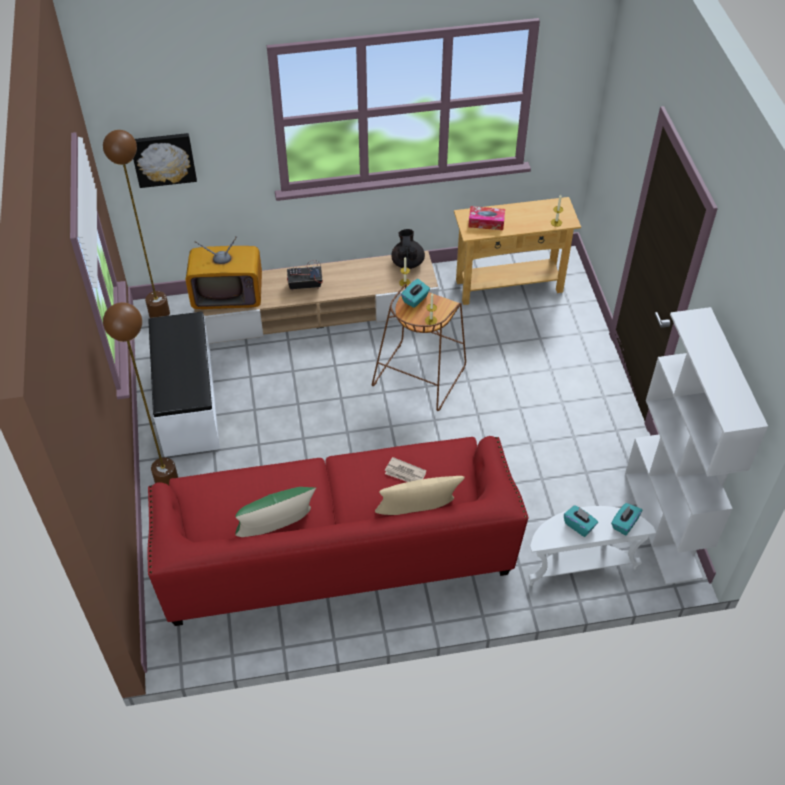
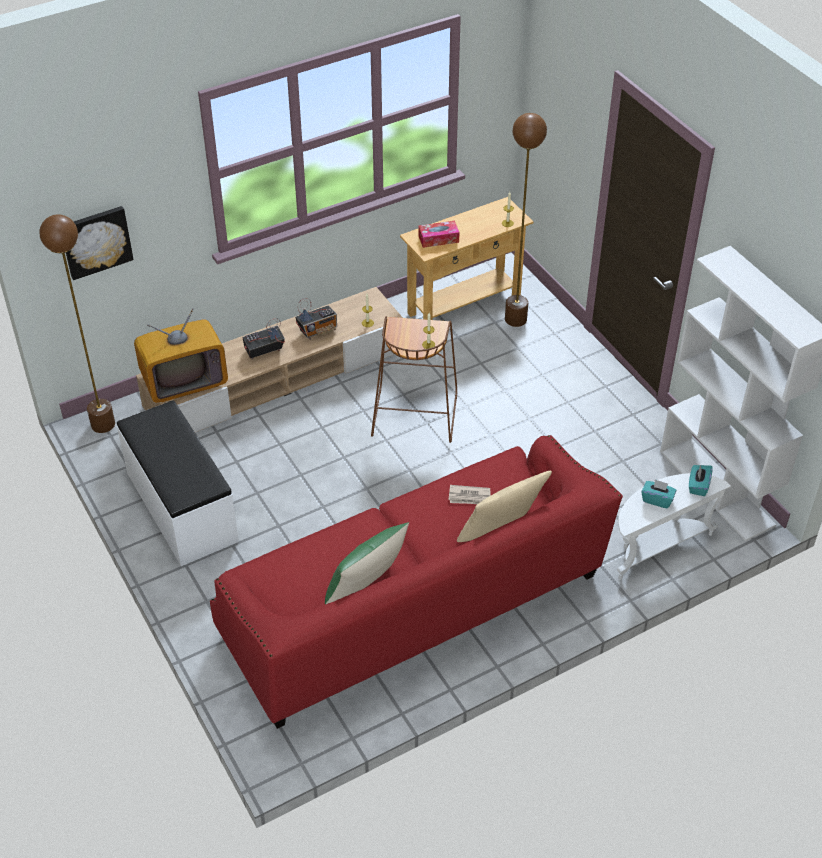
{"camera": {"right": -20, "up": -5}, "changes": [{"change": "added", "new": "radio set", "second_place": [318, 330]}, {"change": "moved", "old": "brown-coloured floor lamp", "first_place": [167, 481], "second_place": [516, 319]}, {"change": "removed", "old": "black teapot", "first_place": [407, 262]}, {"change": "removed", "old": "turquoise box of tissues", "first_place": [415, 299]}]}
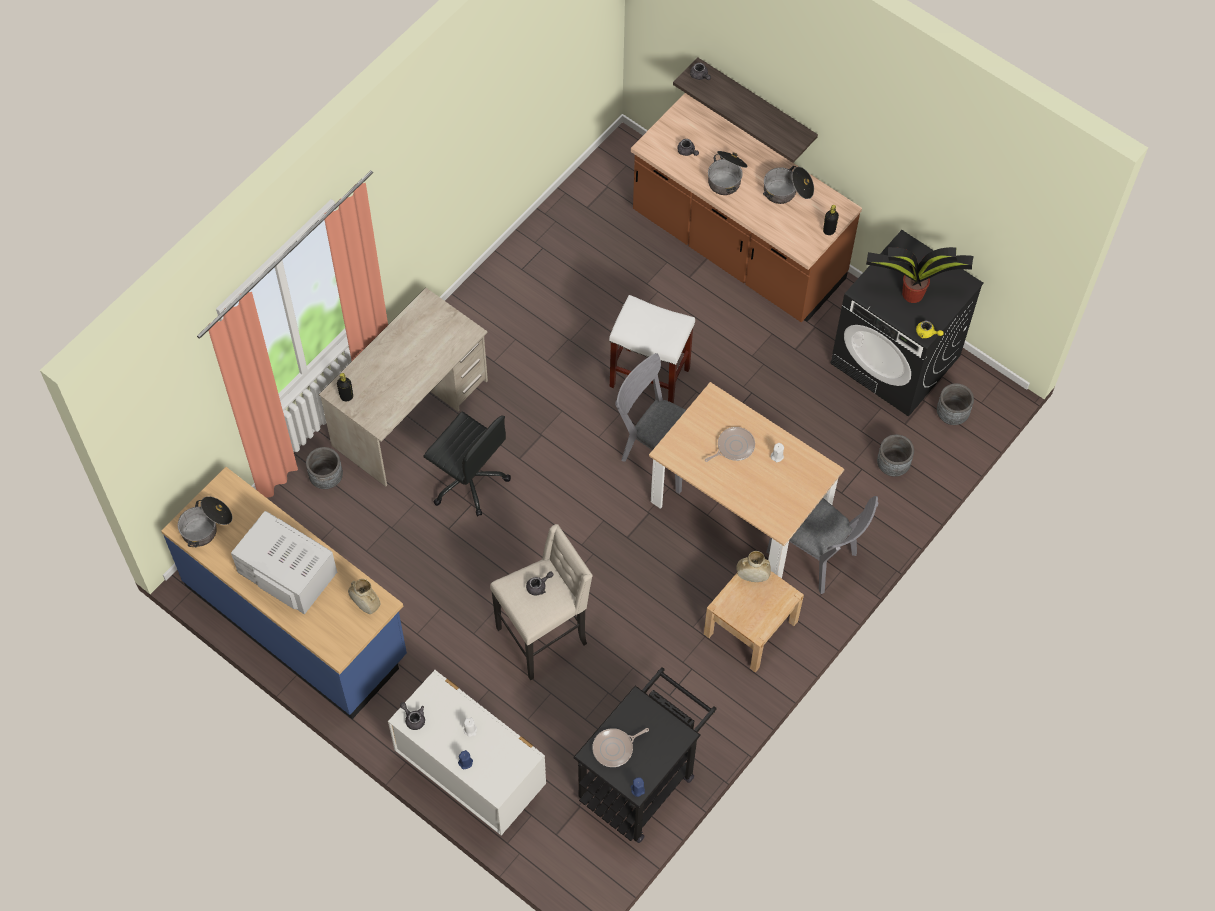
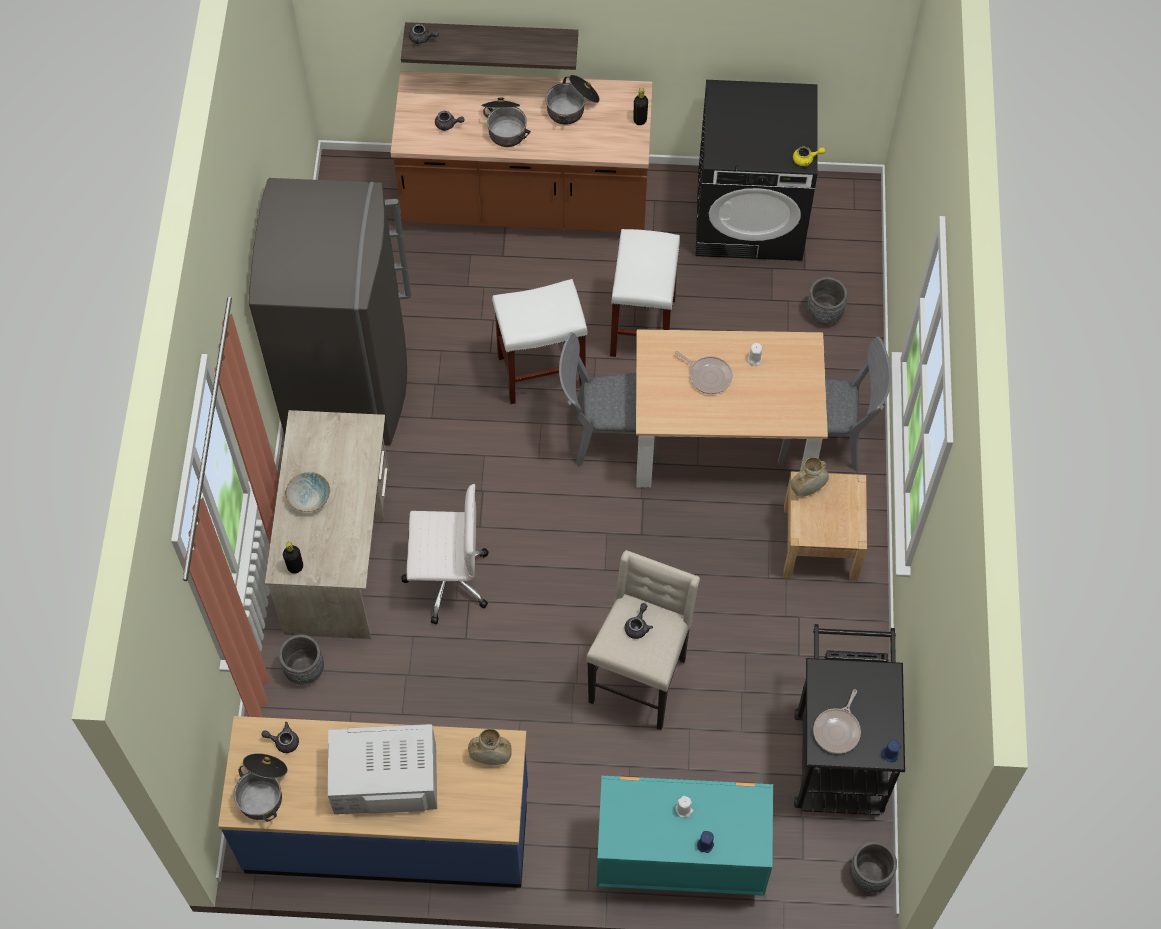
{"camera": {"right": -35, "up": 0}, "changes": [{"change": "added", "new": "gray fridge", "second_place": [348, 384]}, {"change": "moved", "old": "gray teapot", "first_place": [413, 718], "second_place": [283, 741]}, {"change": "added", "new": "bowl", "second_place": [310, 498]}, {"change": "recoloured", "old": "black desk chair", "new": "whitish desk chair", "first_place": [468, 480], "second_place": [447, 579]}, {"change": "recoloured", "old": "whitish chest of drawers", "new": "turquoise chest of drawers", "first_place": [470, 775], "second_place": [678, 860]}, {"change": "added", "new": "whitish stool", "second_place": [642, 326]}, {"change": "turned", "old": "skillet", "first_place": [733, 447], "second_place": [708, 376], "degrees": 105}, {"change": "moved", "old": "gray flower pot", "first_place": [951, 415], "second_place": [869, 875]}, {"change": "removed", "old": "houseplant", "first_place": [911, 293]}]}
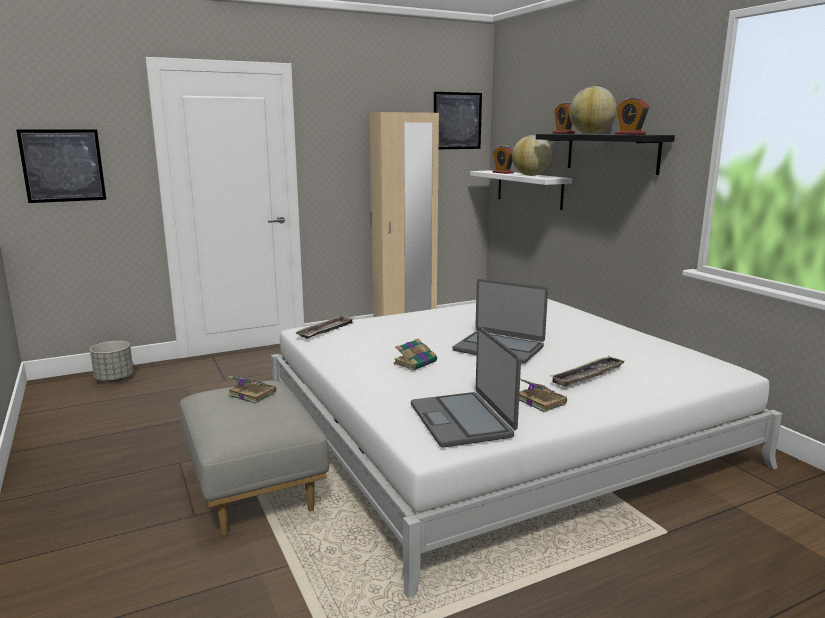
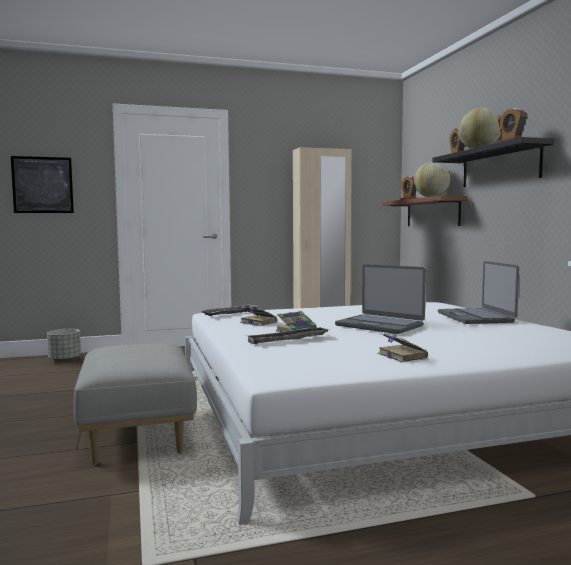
{"camera": {"right": 10, "up": -10}, "changes": [{"change": "moved", "old": "volume", "first_place": [251, 394], "second_place": [257, 322]}, {"change": "moved", "old": "carrying tray", "first_place": [588, 375], "second_place": [288, 339]}, {"change": "recoloured", "old": "whitish bracket shelf", "new": "brown-coloured bracket shelf", "first_place": [529, 189], "second_place": [432, 212]}, {"change": "moved", "old": "notebook computer", "first_place": [462, 420], "second_place": [476, 317]}, {"change": "removed", "old": "picture", "first_place": [457, 121]}]}
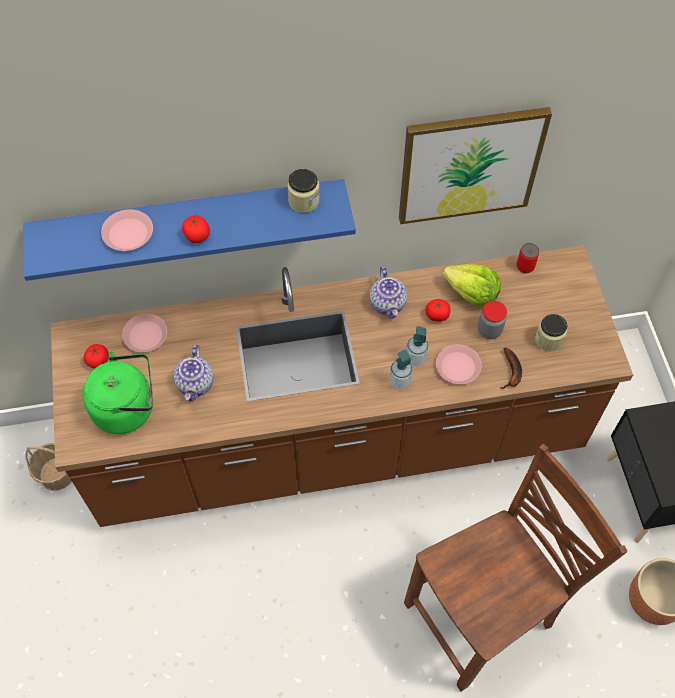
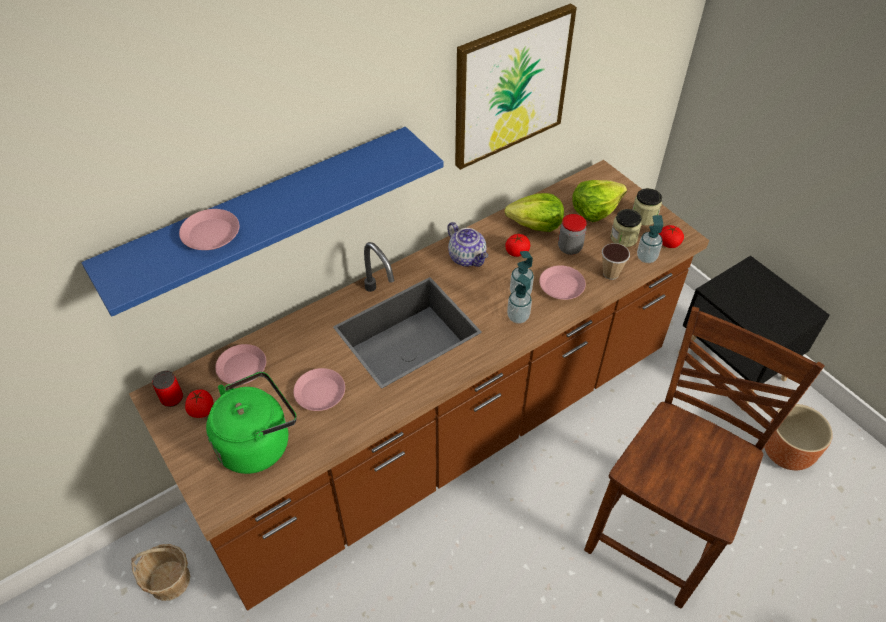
{"camera": {"right": -25, "up": -10}, "changes": [{"change": "moved", "old": "can", "first_place": [525, 266], "second_place": [172, 398]}, {"change": "replaced", "old": "teapot", "new": "pink dinner plate", "first_place": [196, 384], "second_place": [320, 392]}, {"change": "added", "new": "lettuce", "second_place": [595, 209]}, {"change": "replaced", "old": "whole banana", "new": "small cup", "first_place": [512, 372], "second_place": [610, 273]}, {"change": "moved", "old": "jar", "first_place": [304, 201], "second_place": [644, 217]}, {"change": "added", "new": "soap dispenser", "second_place": [646, 257]}, {"change": "moved", "old": "fresh tomato", "first_place": [197, 236], "second_place": [668, 243]}]}
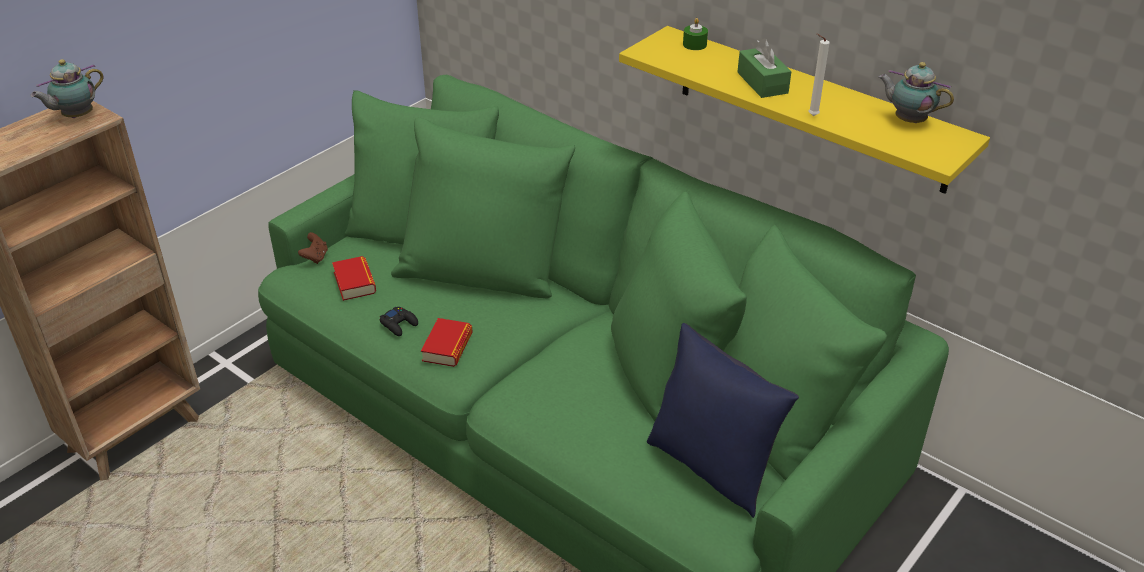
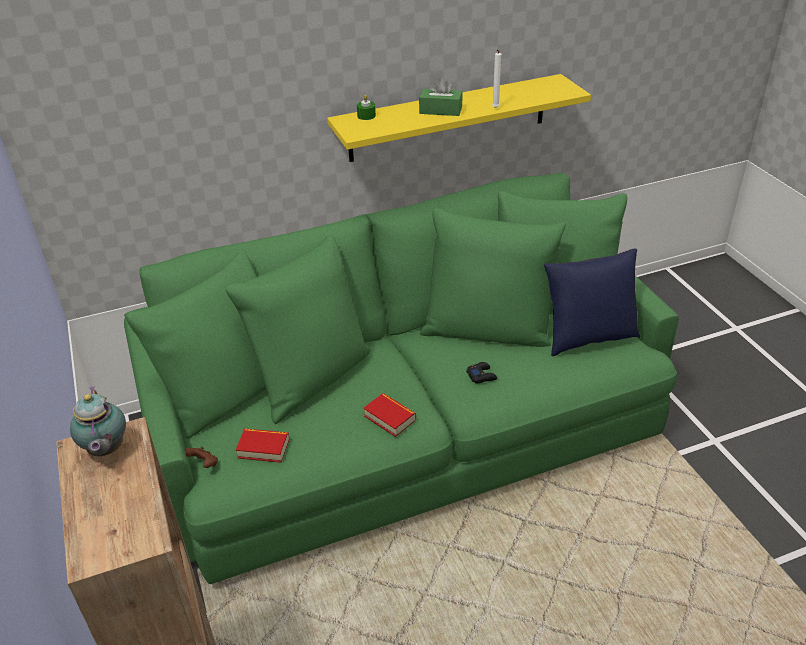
{"camera": {"right": -60, "up": 0}, "changes": [{"change": "moved", "old": "black game controller", "first_place": [399, 324], "second_place": [481, 376]}, {"change": "removed", "old": "teapot", "first_place": [907, 120]}]}
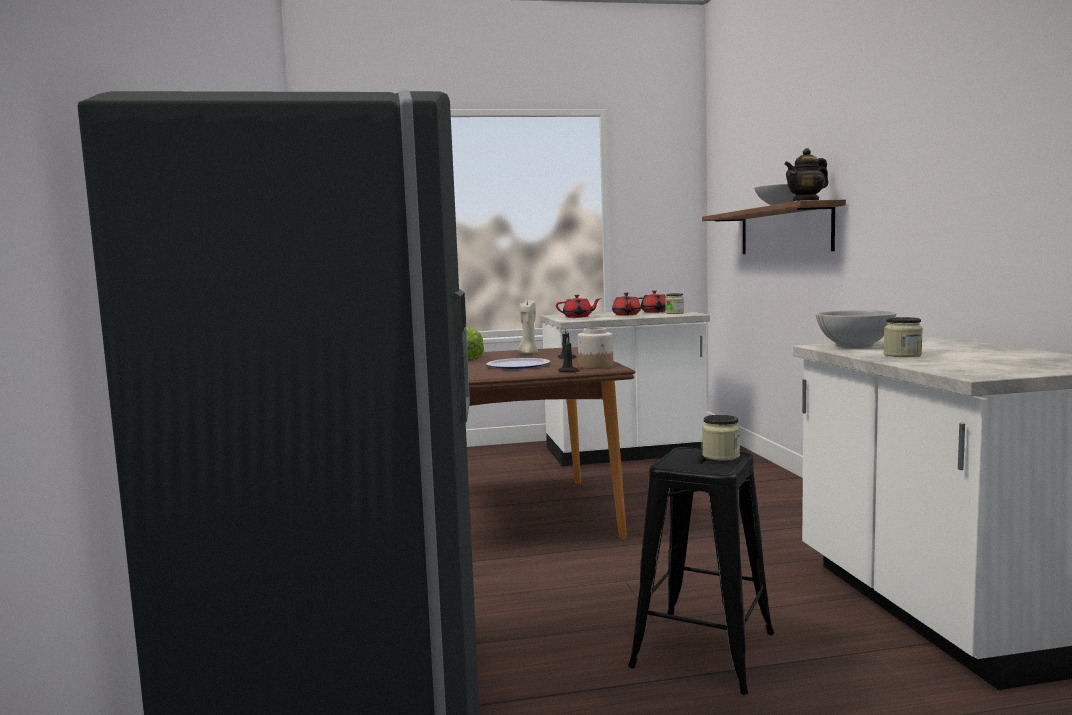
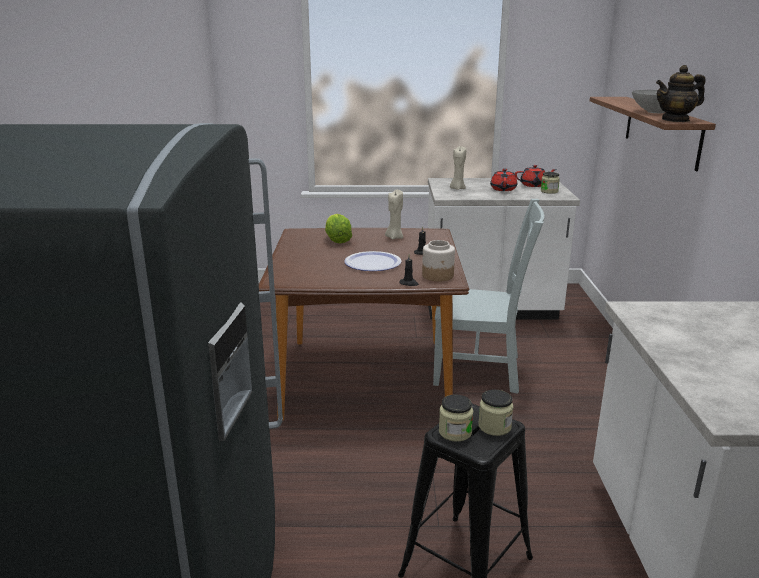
{"camera": {"right": 10, "up": 15}, "changes": [{"change": "added", "new": "gray chair", "second_place": [481, 371]}, {"change": "moved", "old": "jar", "first_place": [902, 355], "second_place": [455, 432]}, {"change": "replaced", "old": "reddish teapot", "new": "beige wax candle", "first_place": [578, 317], "second_place": [457, 188]}, {"change": "removed", "old": "whitish bowl", "first_place": [855, 346]}]}
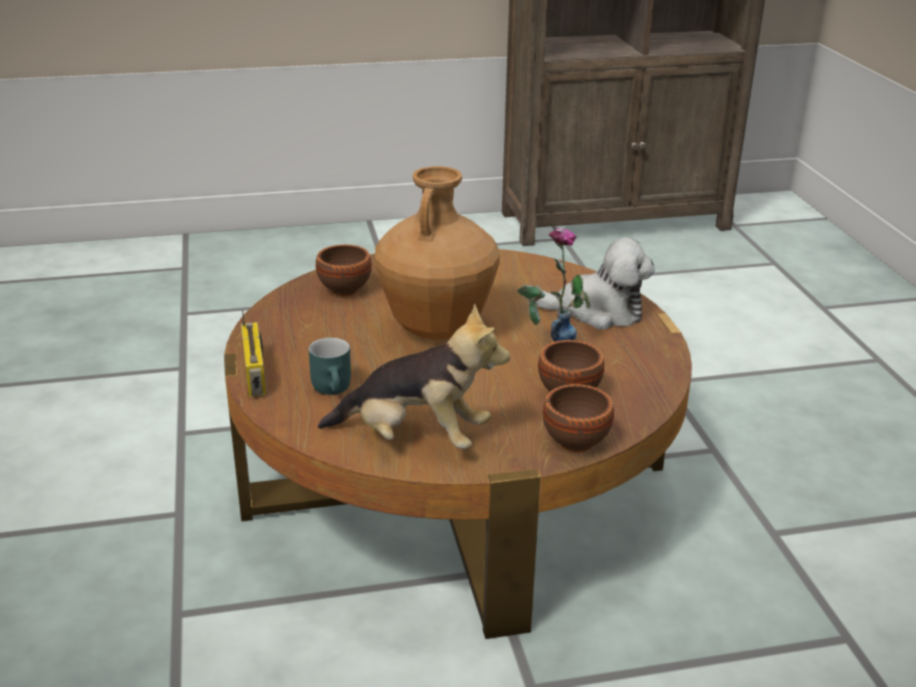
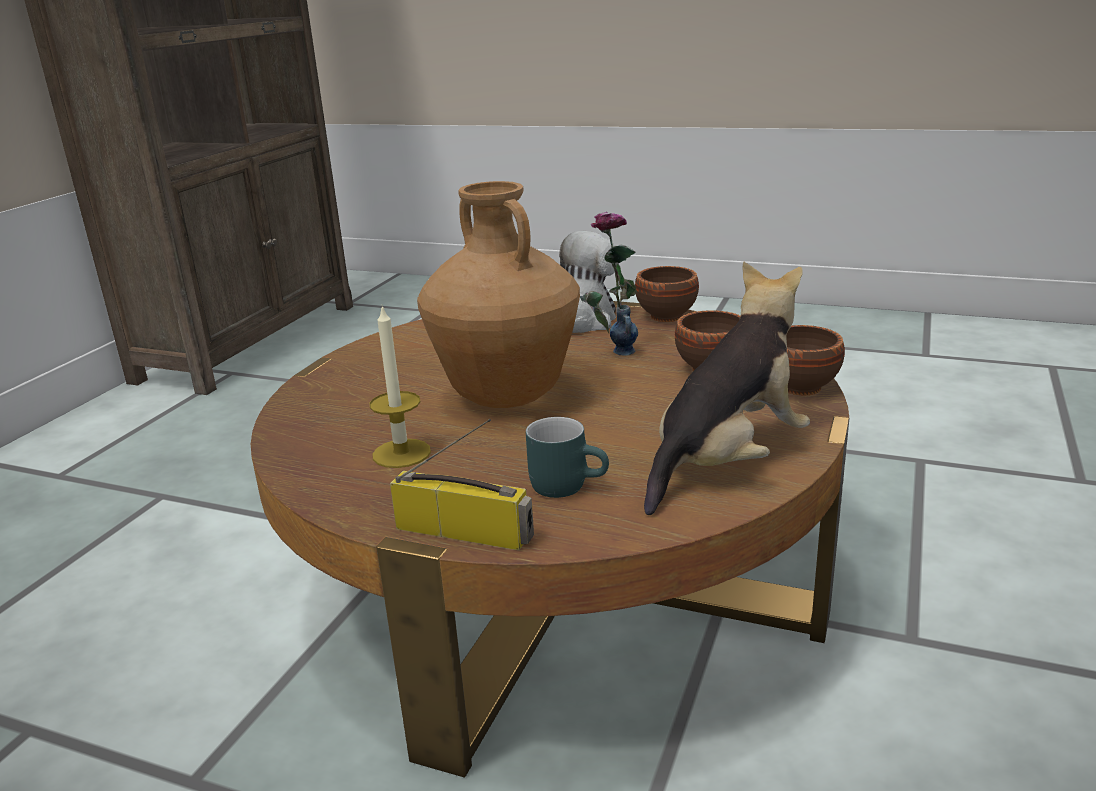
{"camera": {"right": -55, "up": -5}, "changes": [{"change": "added", "new": "wax candle", "second_place": [401, 453]}, {"change": "moved", "old": "brown-coloured bowl", "first_place": [345, 291], "second_place": [668, 316]}]}
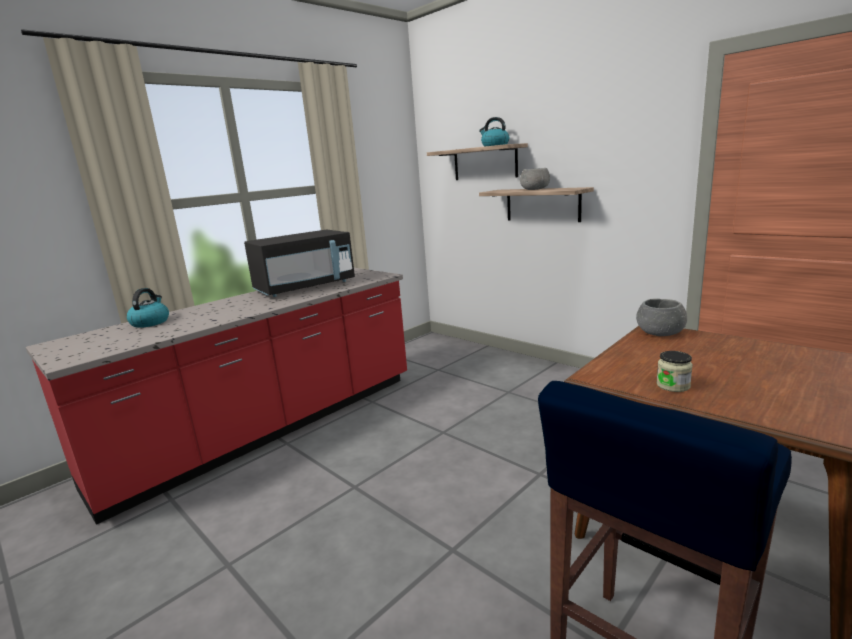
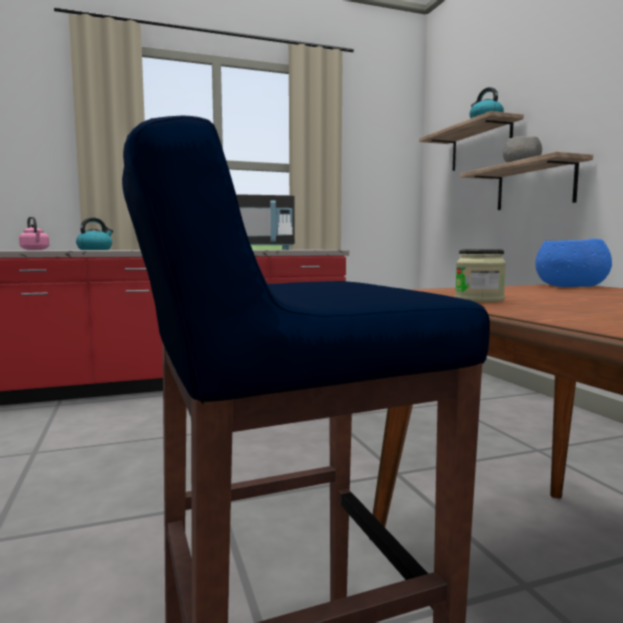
{"camera": {"right": 25, "up": -10}, "changes": [{"change": "added", "new": "pink tea kettle", "second_place": [35, 249]}, {"change": "recoloured", "old": "gray bowl", "new": "blue bowl", "first_place": [660, 332], "second_place": [571, 286]}]}
